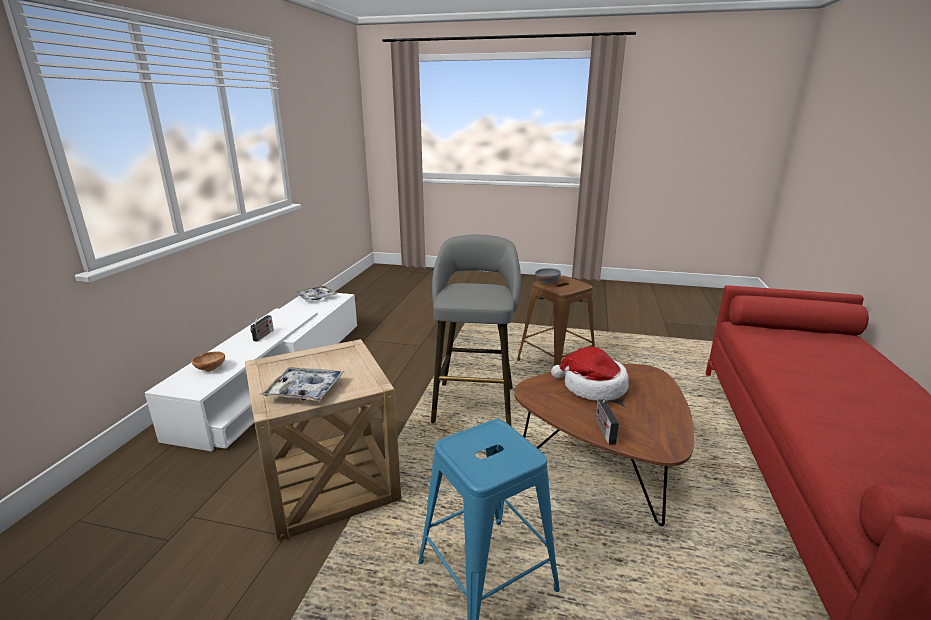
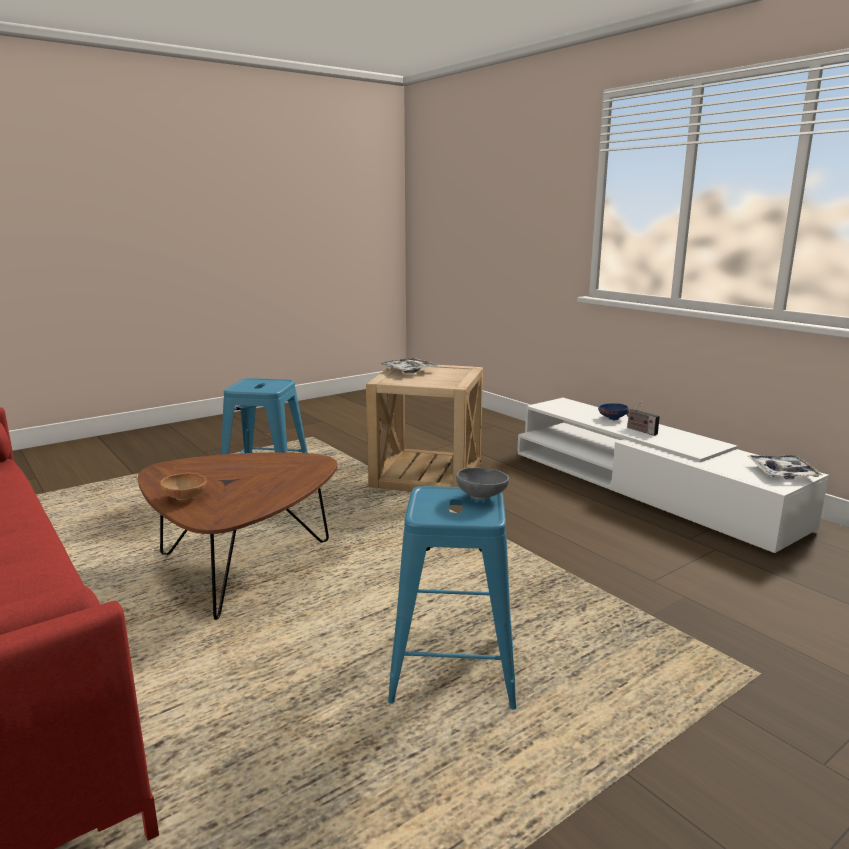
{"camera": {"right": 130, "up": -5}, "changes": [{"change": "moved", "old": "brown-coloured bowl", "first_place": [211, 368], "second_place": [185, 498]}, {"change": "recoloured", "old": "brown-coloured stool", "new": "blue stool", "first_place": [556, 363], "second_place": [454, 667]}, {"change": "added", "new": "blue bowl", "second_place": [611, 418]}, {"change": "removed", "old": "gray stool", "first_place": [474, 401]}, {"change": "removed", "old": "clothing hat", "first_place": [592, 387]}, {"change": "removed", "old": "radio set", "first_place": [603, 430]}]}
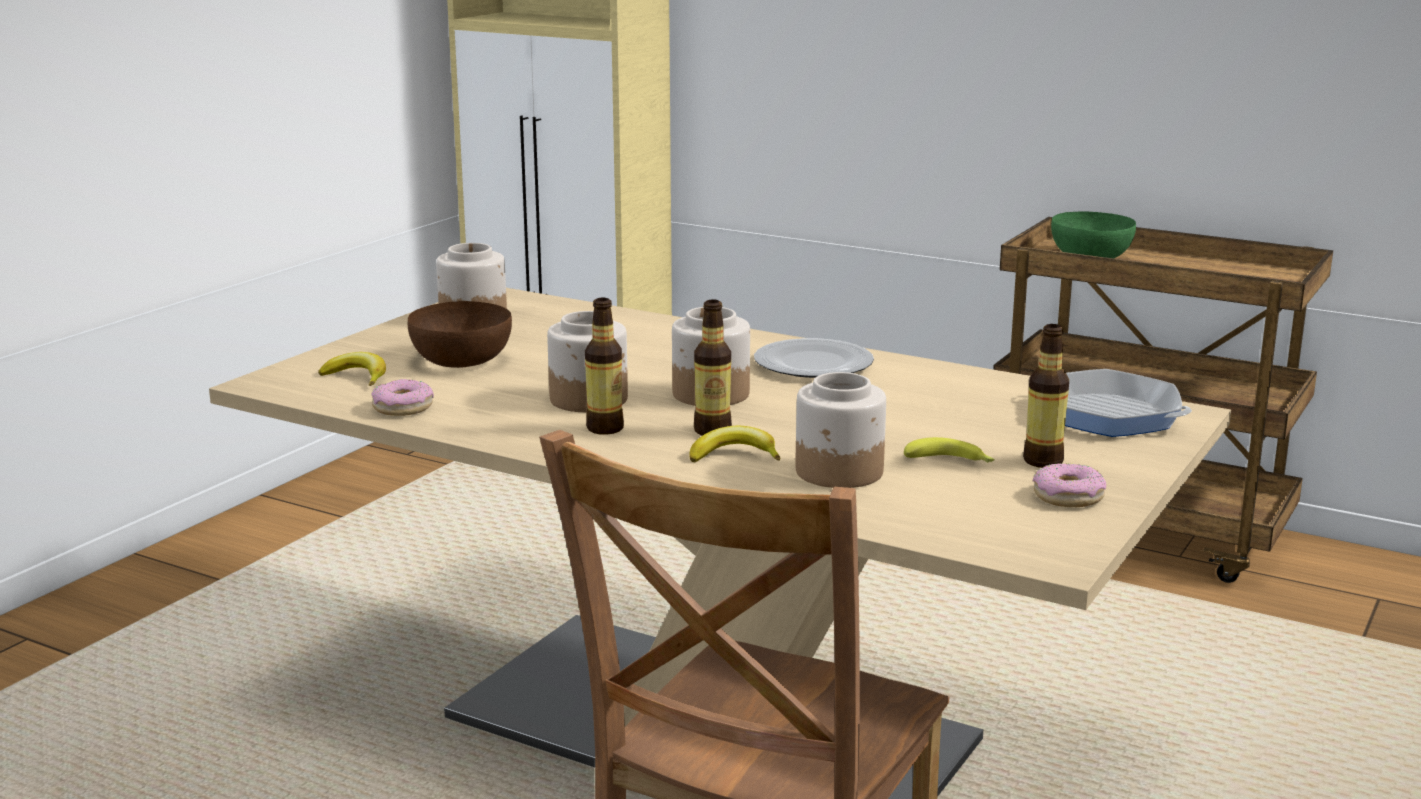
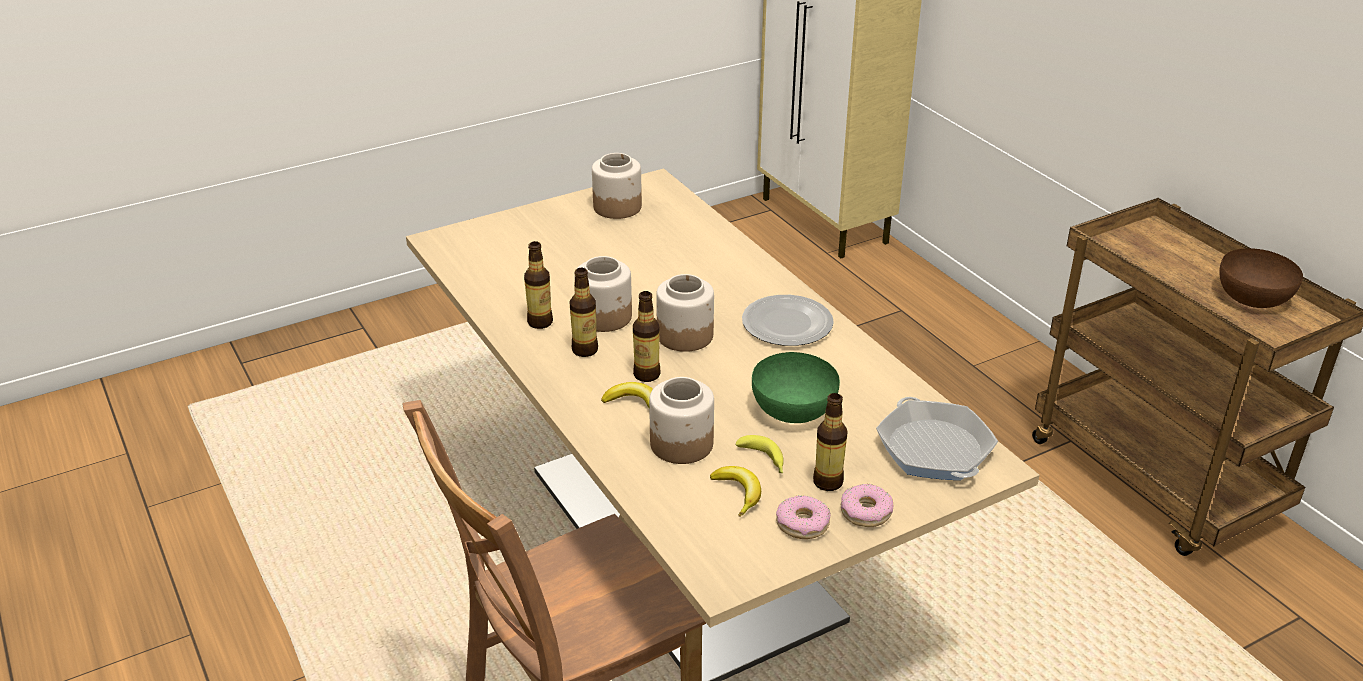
{"camera": {"right": 30, "up": 15}, "changes": [{"change": "added", "new": "bottle", "second_place": [540, 322]}, {"change": "moved", "old": "whole banana", "first_place": [357, 377], "second_place": [738, 493]}, {"change": "moved", "old": "green-coloured bowl", "first_place": [1091, 257], "second_place": [794, 408]}, {"change": "moved", "old": "doughnut", "first_place": [402, 407], "second_place": [865, 512]}, {"change": "moved", "old": "brown-coloured bowl", "first_place": [463, 360], "second_place": [1254, 297]}]}
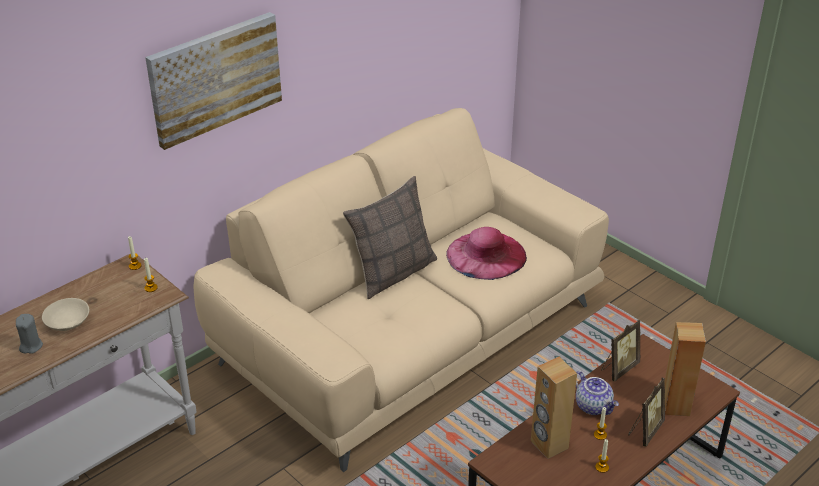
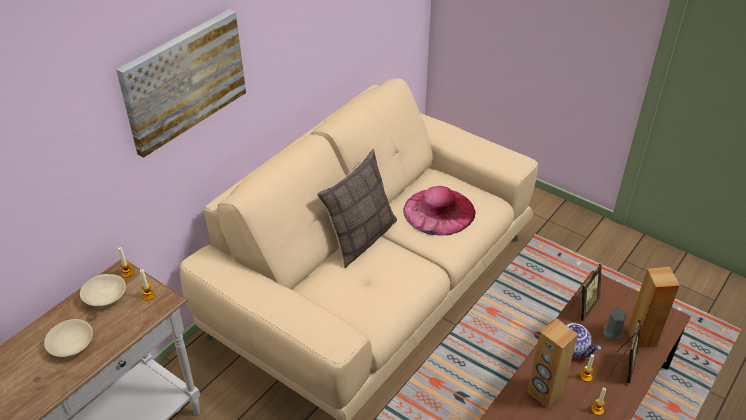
{"camera": {"right": -10, "up": 5}, "changes": [{"change": "added", "new": "beige bowl", "second_place": [106, 296]}, {"change": "moved", "old": "gray wax candle", "first_place": [31, 346], "second_place": [612, 333]}]}
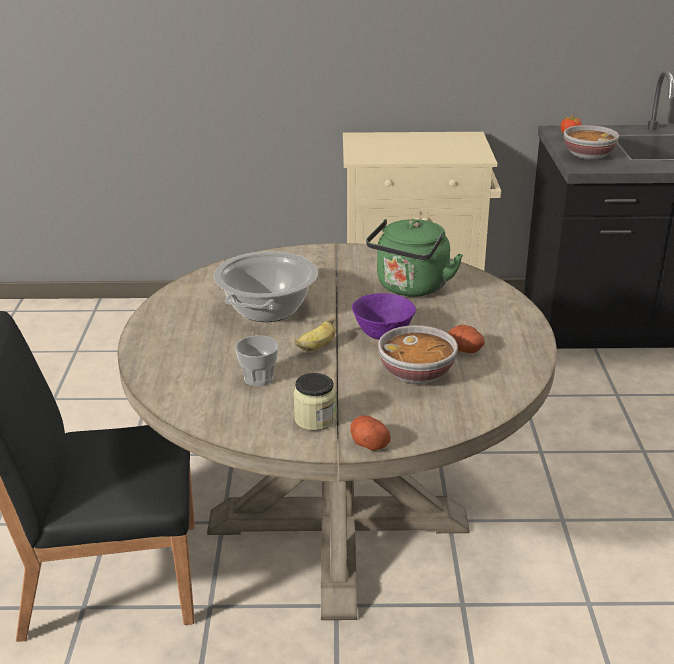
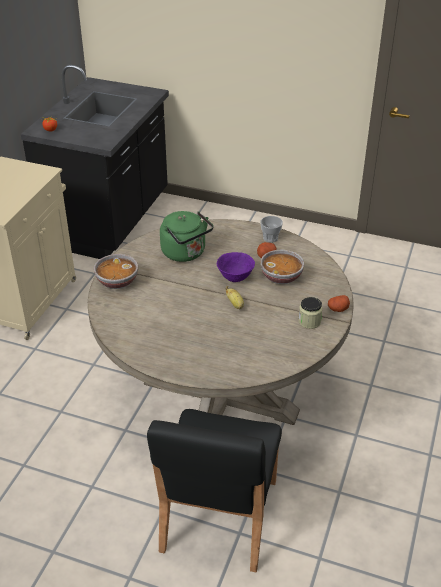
{"camera": {"right": -70, "up": 10}, "changes": [{"change": "moved", "old": "bowl", "first_place": [587, 155], "second_place": [117, 282]}, {"change": "moved", "old": "small cup", "first_place": [258, 378], "second_place": [270, 238]}, {"change": "removed", "old": "saucepot", "first_place": [267, 309]}]}
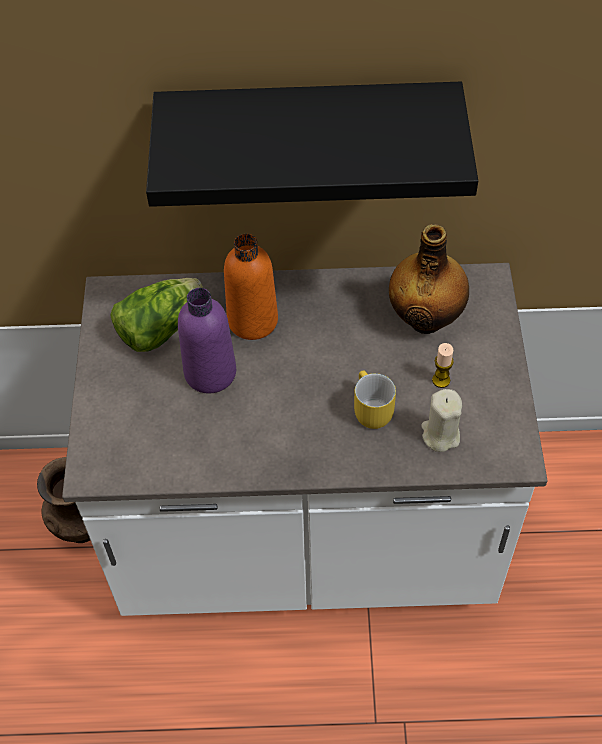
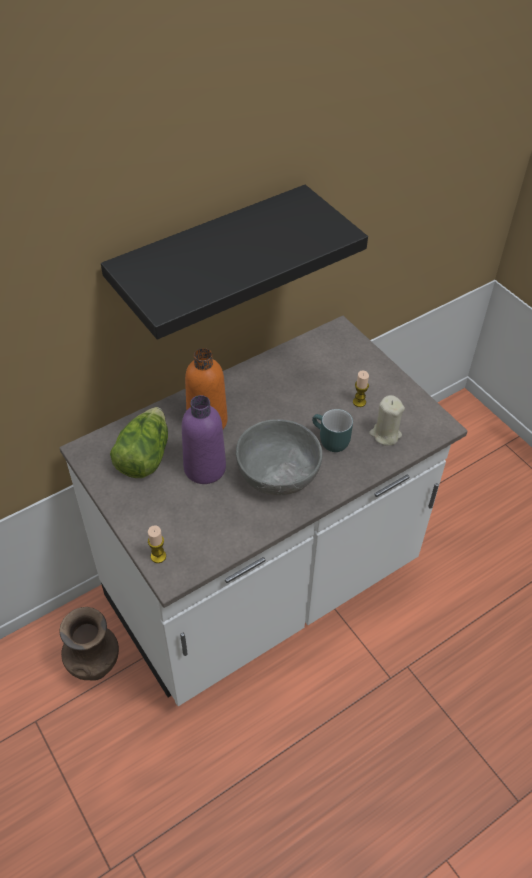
{"camera": {"right": -35, "up": -5}, "changes": [{"change": "added", "new": "wax candle", "second_place": [158, 556]}, {"change": "added", "new": "gray bowl", "second_place": [278, 472]}, {"change": "recoloured", "old": "yellow-coloured tea mug", "new": "turquoise tea mug", "first_place": [368, 410], "second_place": [329, 441]}, {"change": "removed", "old": "bottle", "first_place": [426, 318]}]}
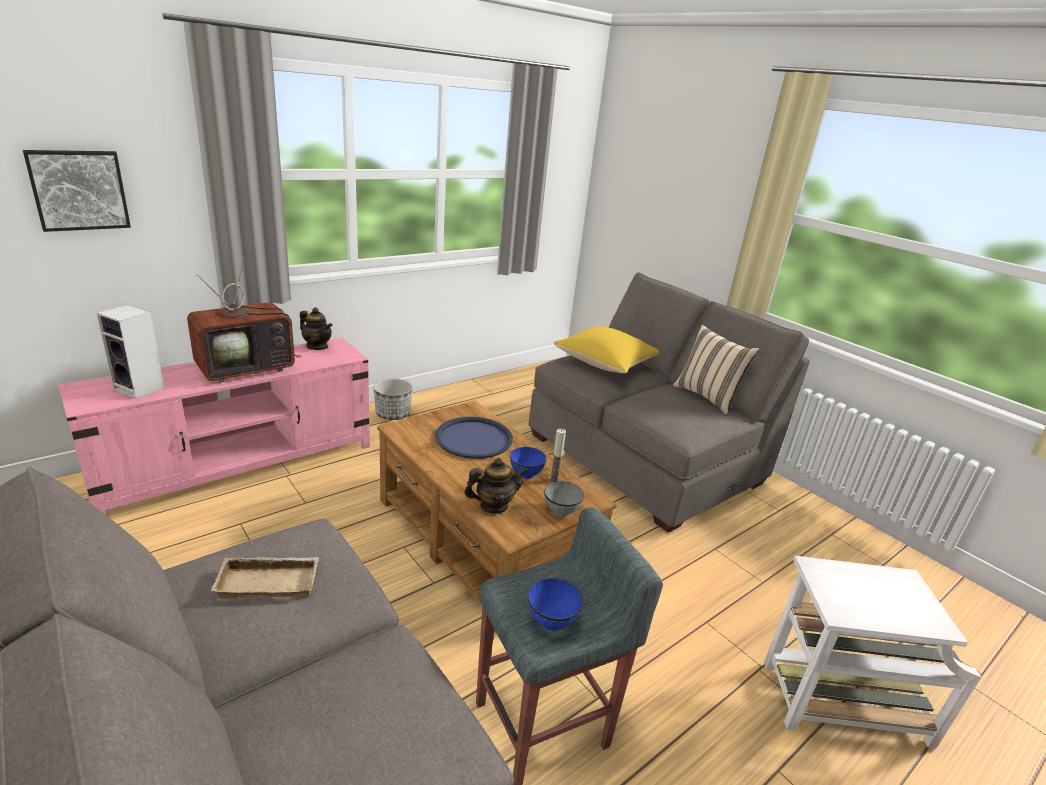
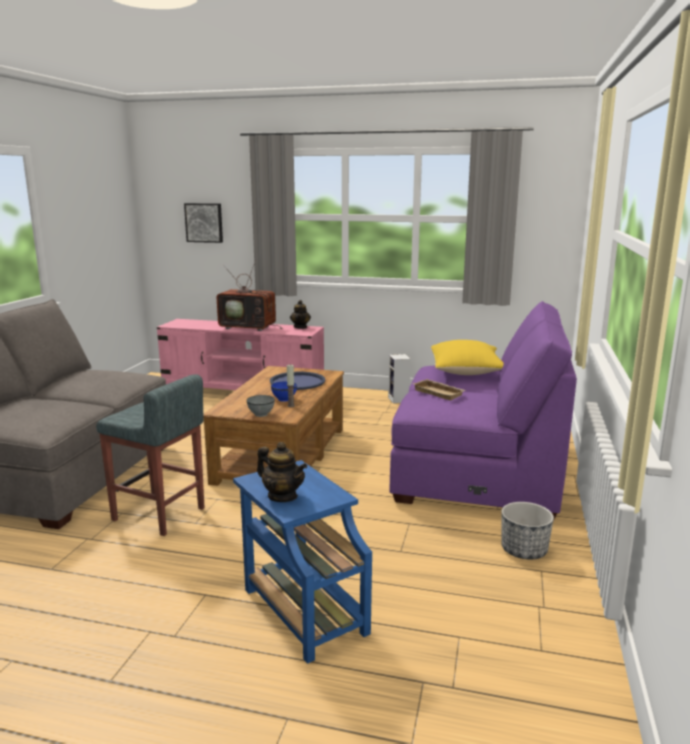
{"camera": {"right": 55, "up": -10}, "changes": [{"change": "recoloured", "old": "whitish side table", "new": "blue side table", "first_place": [839, 703], "second_place": [302, 609]}, {"change": "moved", "old": "teapot", "first_place": [494, 505], "second_place": [282, 496]}, {"change": "moved", "old": "audio speaker", "first_place": [141, 388], "second_place": [399, 400]}, {"change": "recoloured", "old": "gray sofa", "new": "purplish sofa", "first_place": [642, 458], "second_place": [477, 469]}, {"change": "moved", "old": "beige carrying tray", "first_place": [270, 581], "second_place": [440, 393]}, {"change": "moved", "old": "flower pot", "first_place": [392, 414], "second_place": [523, 550]}, {"change": "removed", "old": "blue bowl", "first_place": [551, 620]}, {"change": "removed", "old": "beige pillow", "first_place": [707, 397]}]}
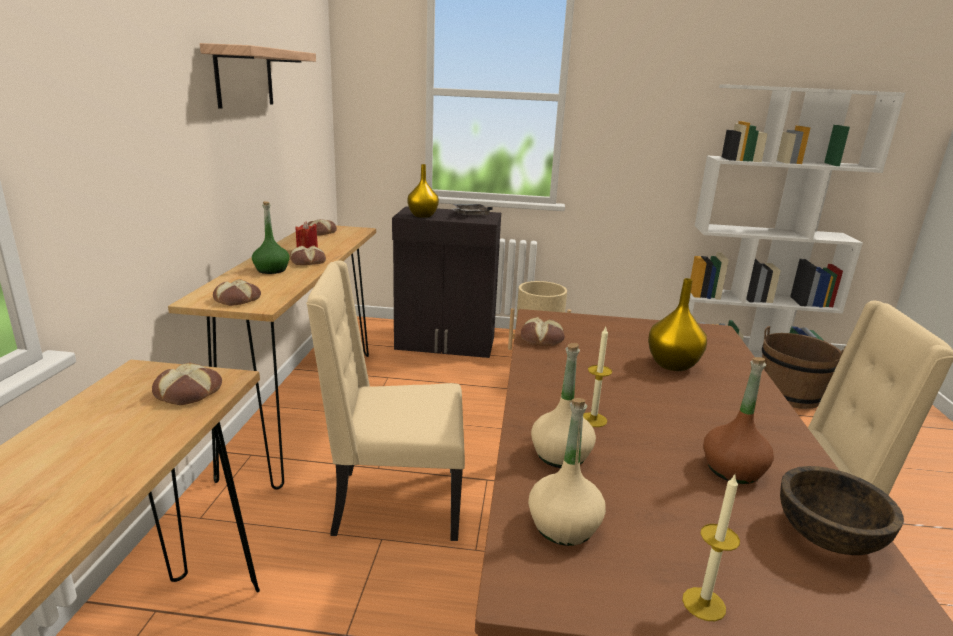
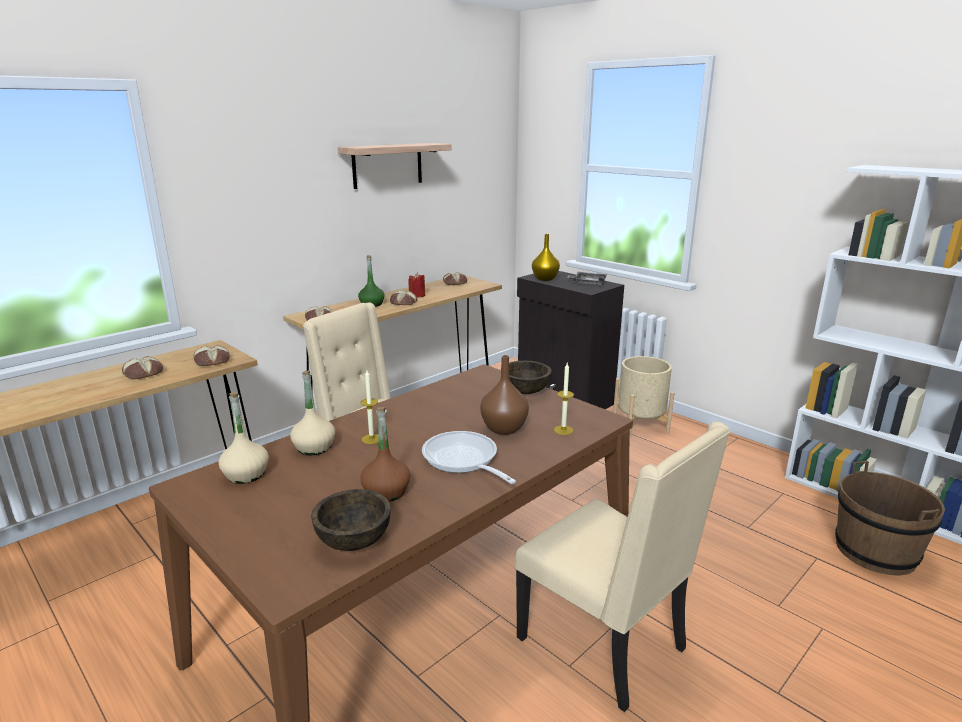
{"camera": {"right": 40, "up": 0}, "changes": [{"change": "moved", "old": "bread", "first_place": [542, 338], "second_place": [143, 373]}, {"change": "added", "new": "skillet", "second_place": [463, 460]}, {"change": "recoloured", "old": "yellow-coloured decorative vase", "new": "brown-coloured decorative vase", "first_place": [673, 364], "second_place": [505, 428]}, {"change": "added", "new": "brown-coloured bowl", "second_place": [525, 391]}, {"change": "moved", "old": "wax candle", "first_place": [704, 604], "second_place": [563, 430]}]}
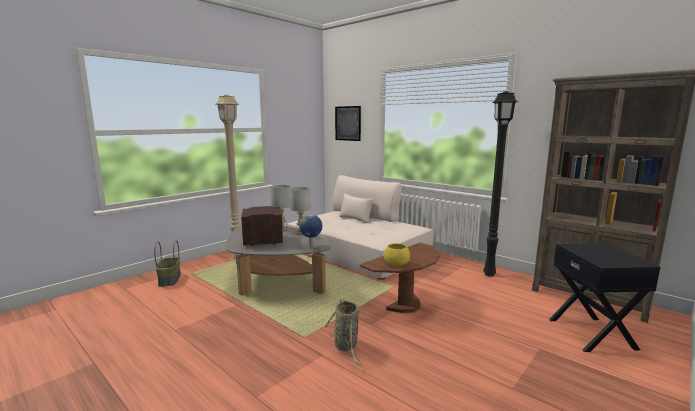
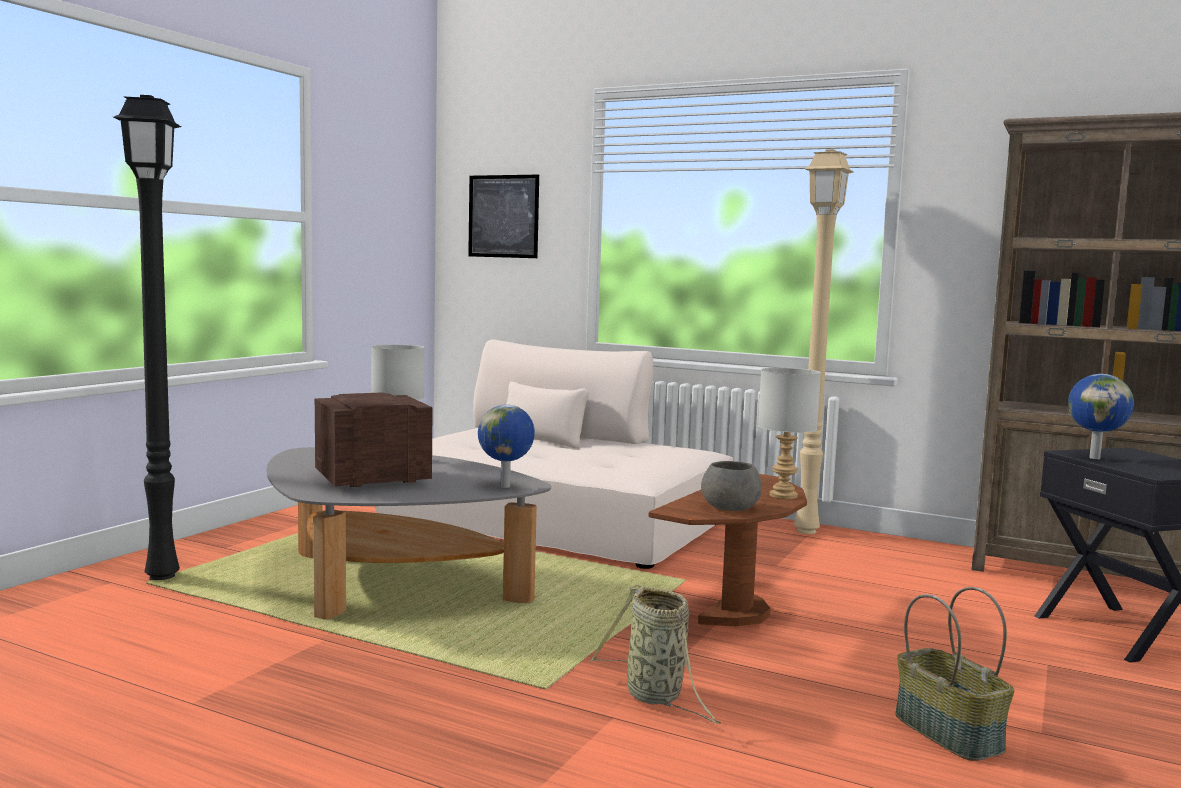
{"camera": {"right": -15, "up": -5}, "changes": [{"change": "moved", "old": "black floor lamp", "first_place": [489, 274], "second_place": [165, 577]}, {"change": "recoloured", "old": "yellow-coloured bowl", "new": "gray bowl", "first_place": [397, 264], "second_place": [731, 507]}, {"change": "moved", "old": "gray table lamp", "first_place": [301, 233], "second_place": [782, 495]}, {"change": "moved", "old": "beige floor lamp", "first_place": [236, 258], "second_place": [804, 531]}, {"change": "moved", "old": "basket", "first_place": [170, 280], "second_place": [950, 733]}, {"change": "added", "new": "world globe", "second_place": [1095, 458]}]}
